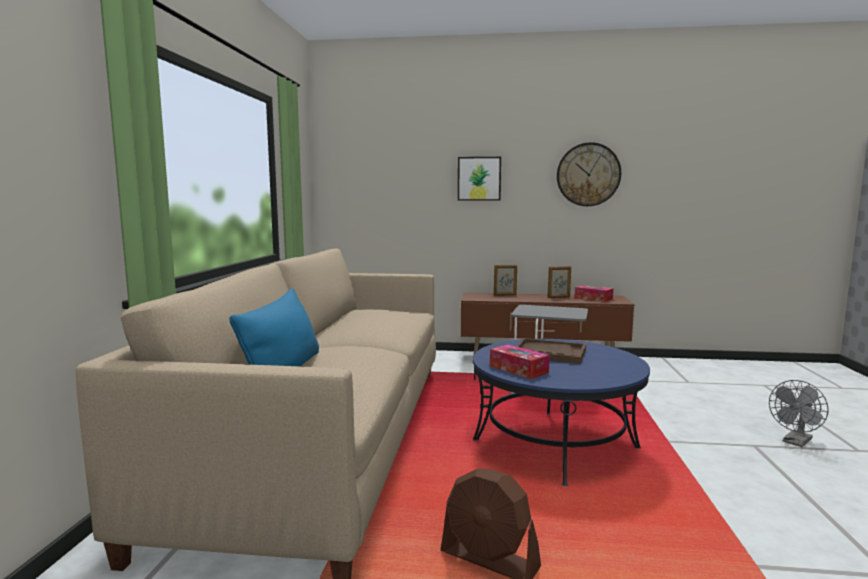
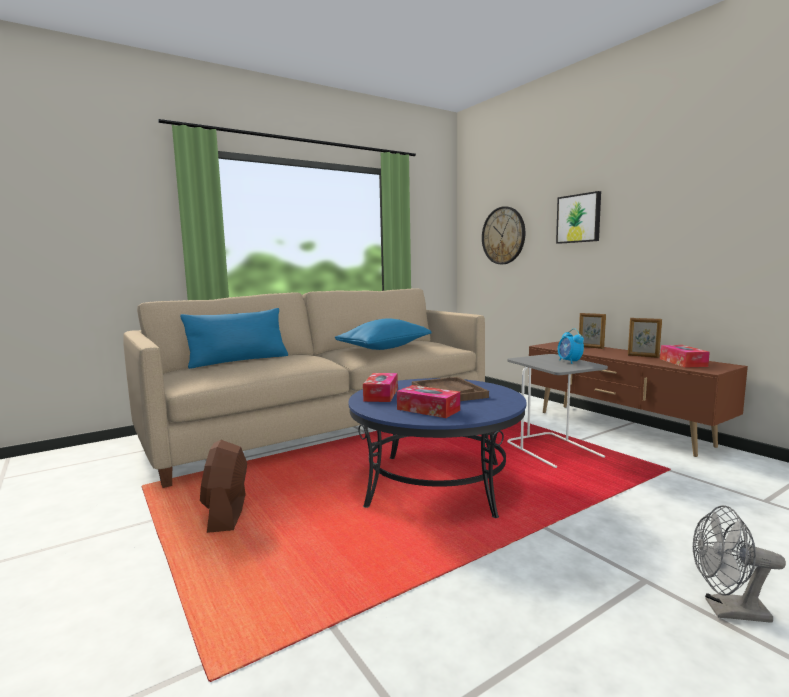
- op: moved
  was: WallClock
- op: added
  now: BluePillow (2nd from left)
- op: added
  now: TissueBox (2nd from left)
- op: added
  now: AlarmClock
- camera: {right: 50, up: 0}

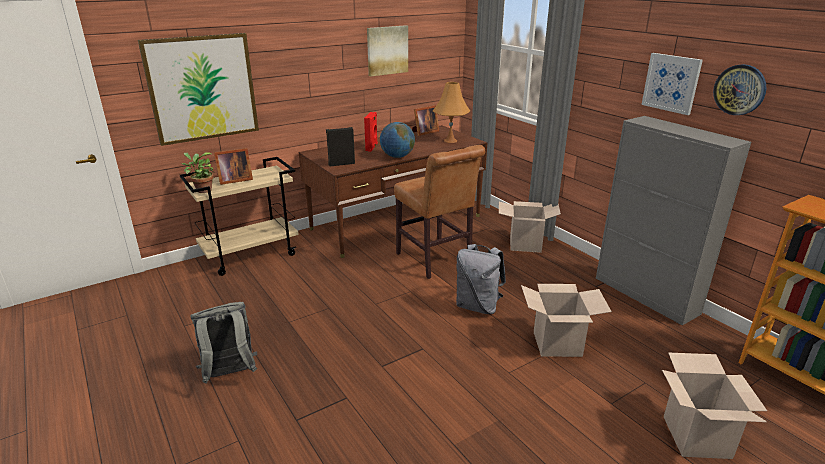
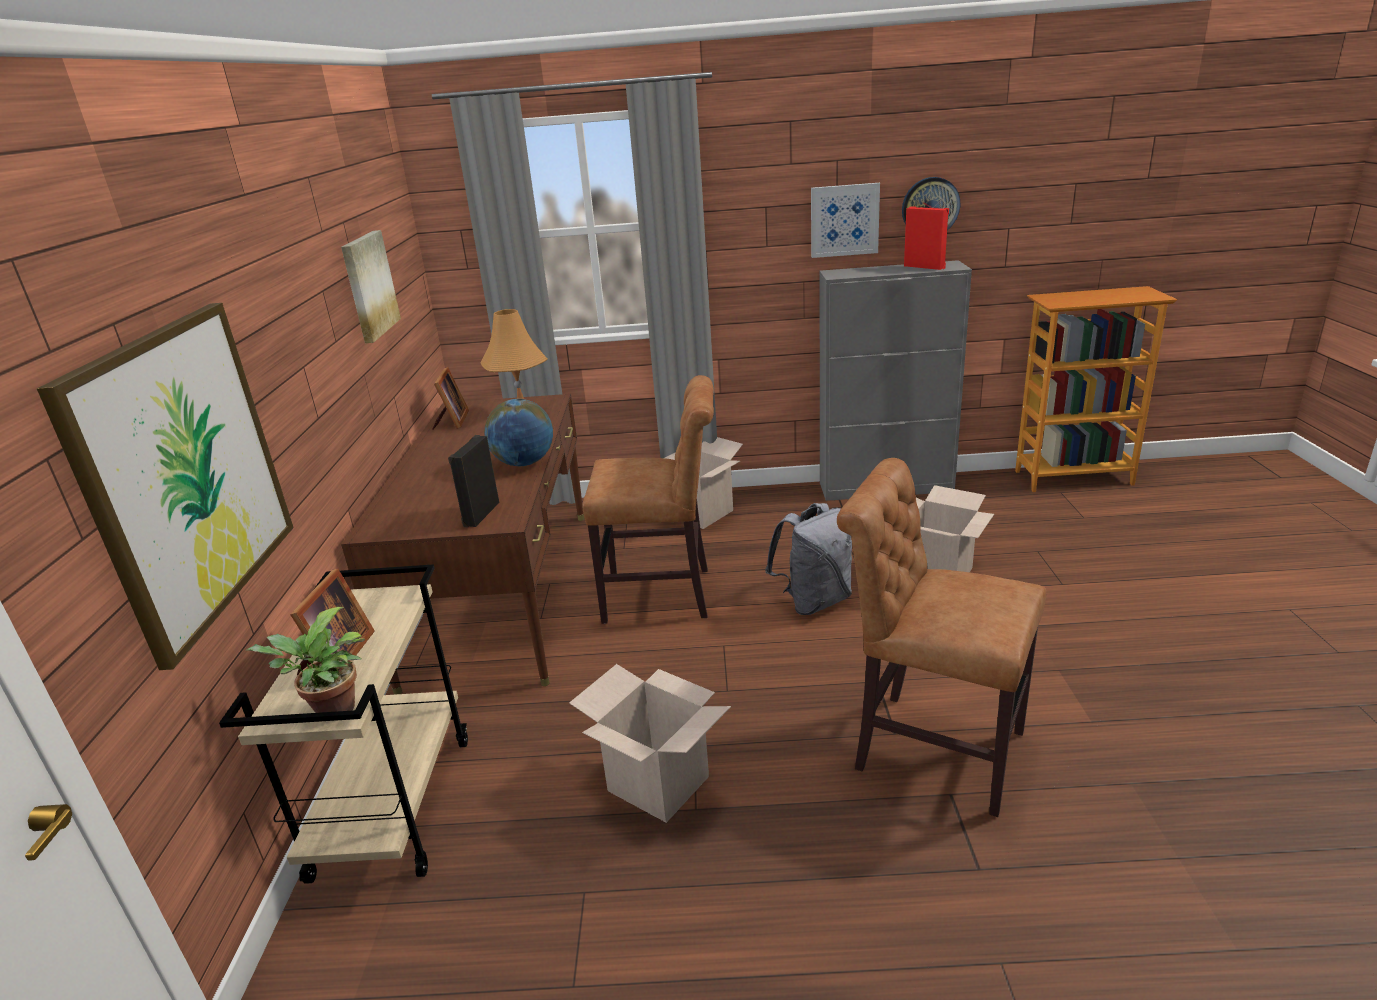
- op: removed
  was: GreyBackpack (1st from left)
- op: moved
  was: RedSpeaker
- op: moved
  was: CardboardBox (3rd from left in the first image)
  now: CardboardBox (1st from left)
- op: added
  now: BrownChair (2nd from left)
- camera: {right: -55, up: 0}

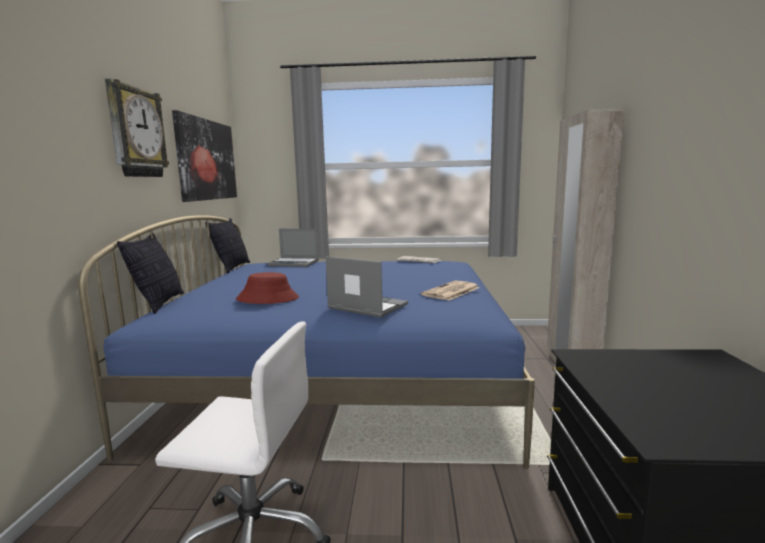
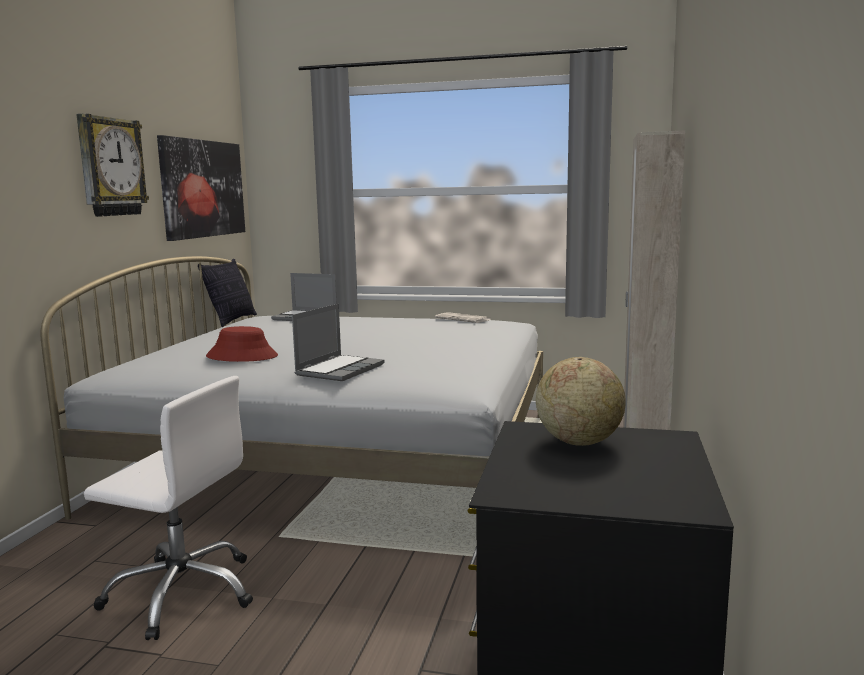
- op: recoloured
  was: BlueBed
  now: WhiteBed
- op: removed
  was: Pillow (1st from left)
- op: turned
  was: Laptop (2nd from left)
  clockwise: 75
- op: removed
  was: Newspaper (2nd from left)
- op: added
  now: Globe
- camera: {right: 10, up: 0}

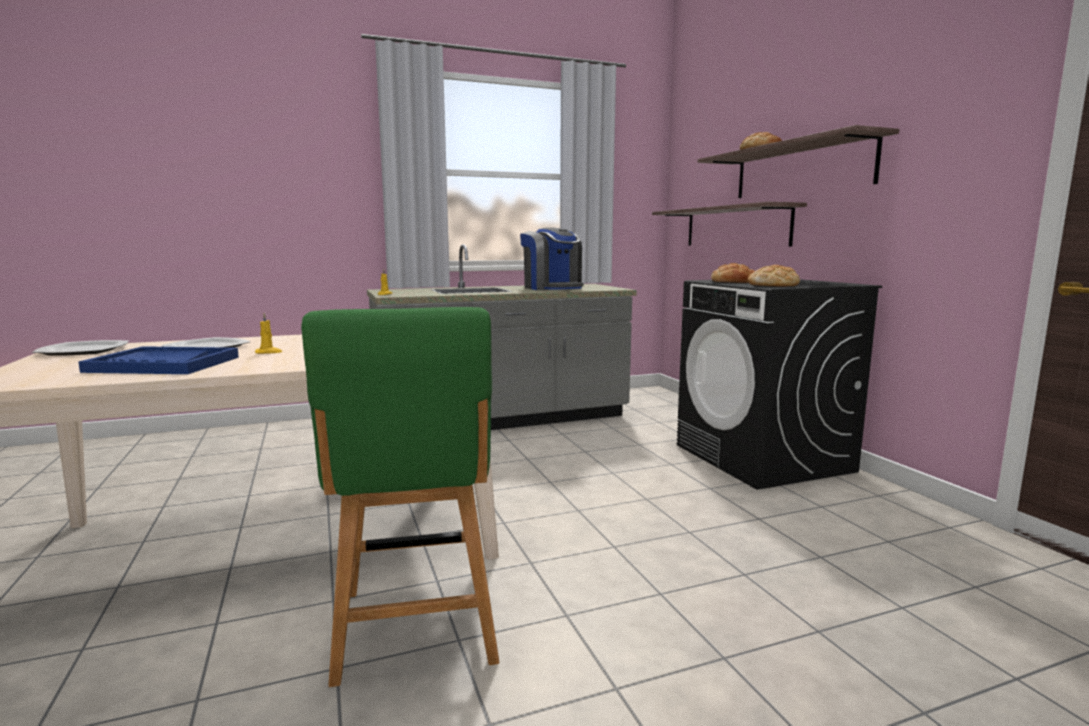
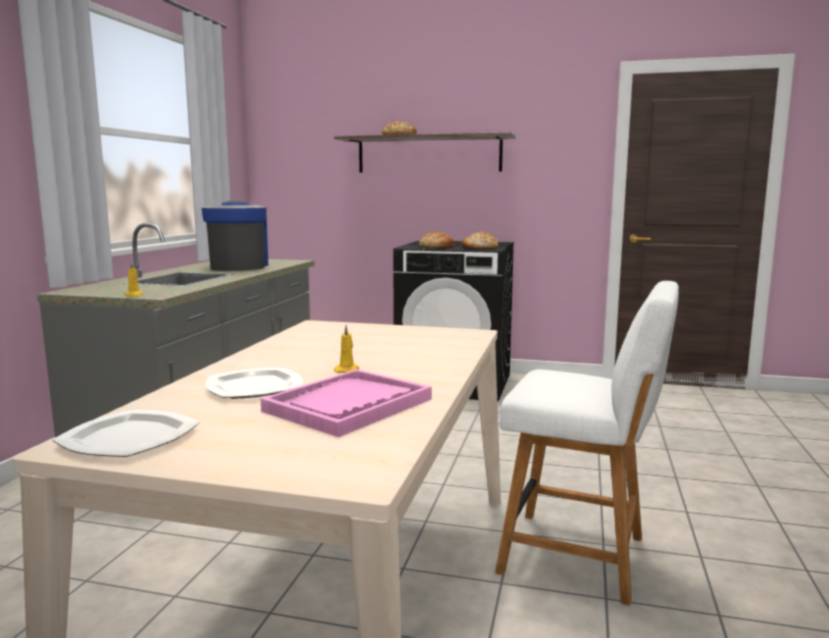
- op: recoloured
  was: BlueTray
  now: PinkTray
- op: recoloured
  was: GreenChair
  now: WhiteChair
- op: turned
  was: CoffeeMachine
  clockwise: -105
- op: removed
  was: Shelf (1st from left)
- camera: {right: -55, up: 0}

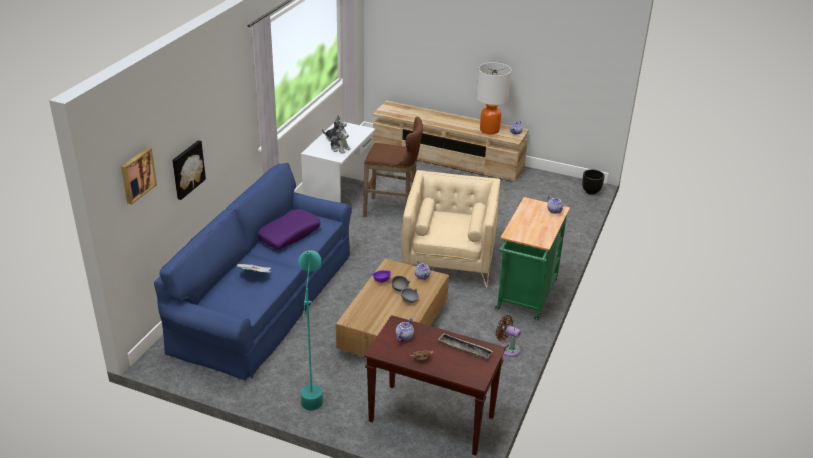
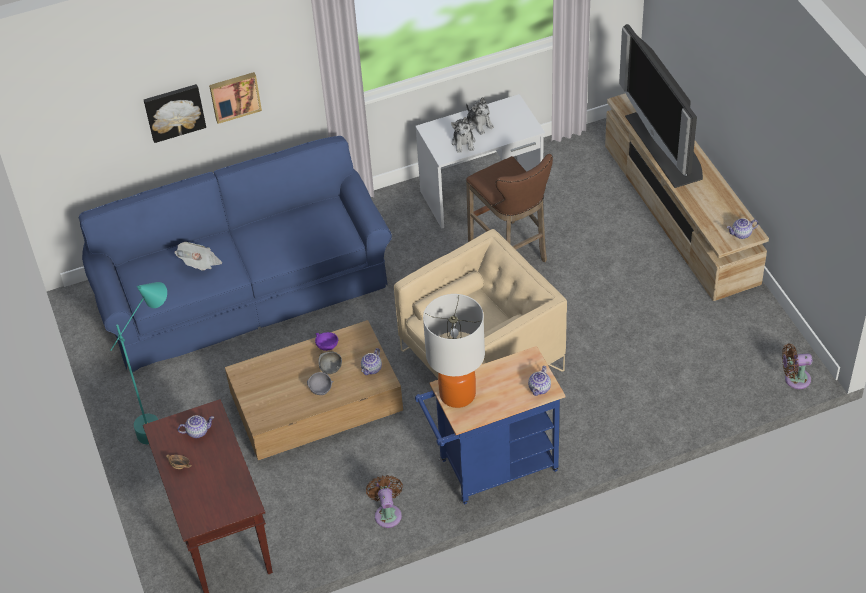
- op: moved
  was: Picture (1st from left in the first image)
  now: Picture (2nd from left)
- op: removed
  was: PurplePillow
- op: removed
  was: Tray
- op: moved
  was: TableLamp
- op: recoloured
  was: GreenCart
  now: BlueCart
- op: replaced
  was: BlackPlanter
  now: BrownFan (2nd from left)
- op: added
  now: Television
- camera: {right: 50, up: 15}

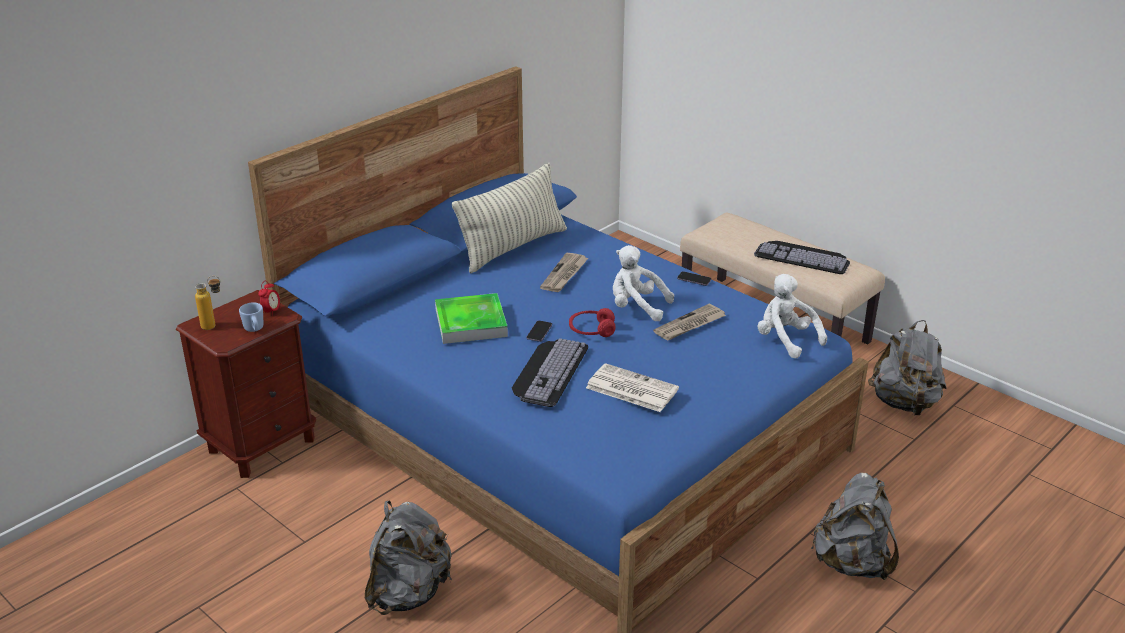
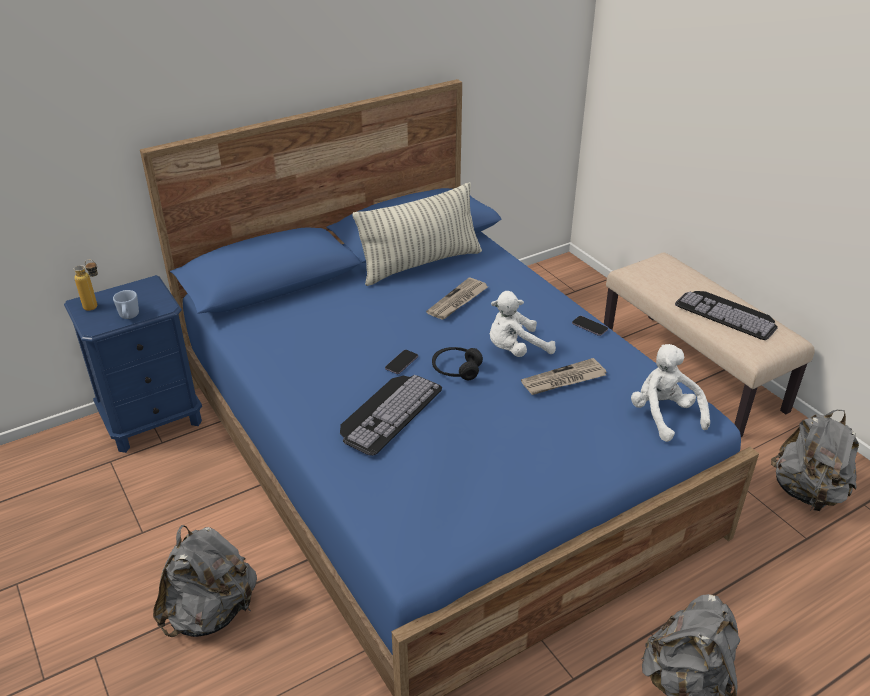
- op: recoloured
  was: BrownNightstand
  now: BlueNightstand
- op: removed
  was: AlarmClock
- op: removed
  was: Tray
- op: recoloured
  was: RedHeadphones
  now: BlackHeadphones
- op: removed
  was: Newspaper (2nd from left)
- op: turned
  was: WhitePlushToy (1st from left)
  clockwise: -60
- camera: {right: 15, up: 5}

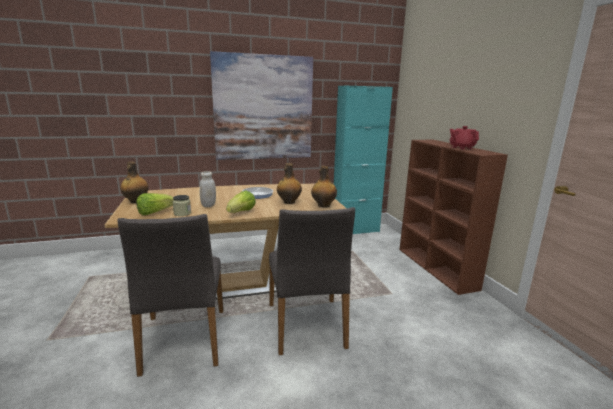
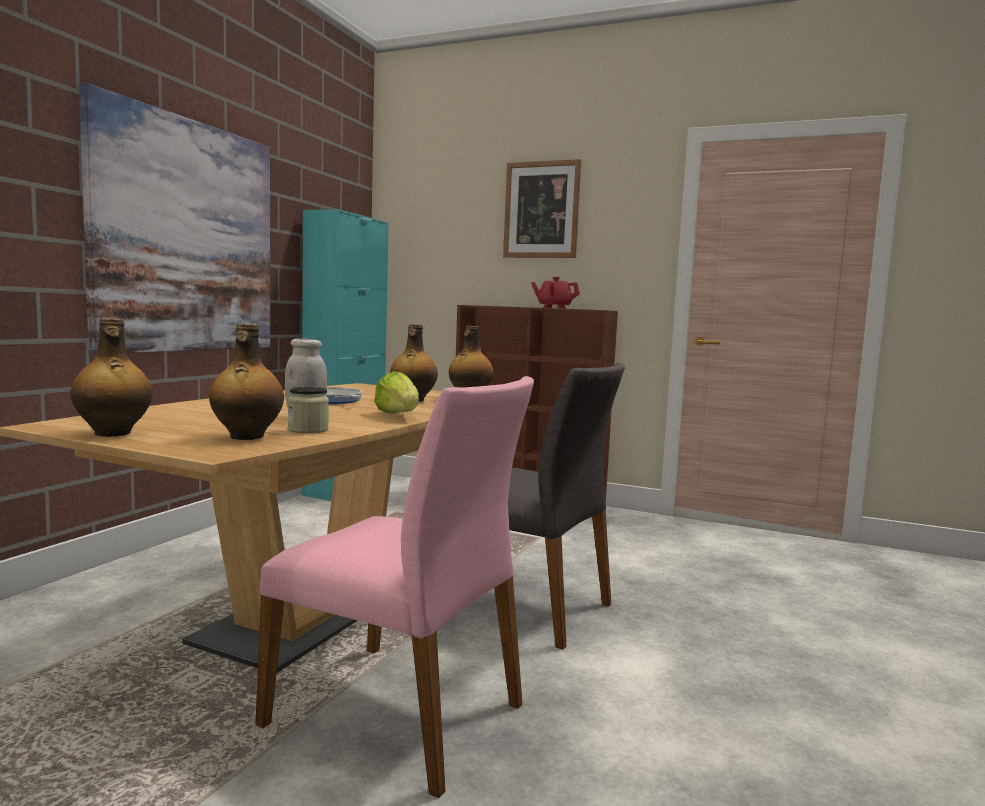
- op: recoloured
  was: GreyChair (1st from left)
  now: PinkChair
- op: replaced
  was: Lettuce (1st from left)
  now: Bottle (2nd from left)
- op: added
  now: Picture (2nd from left)
- camera: {right: -50, up: -10}

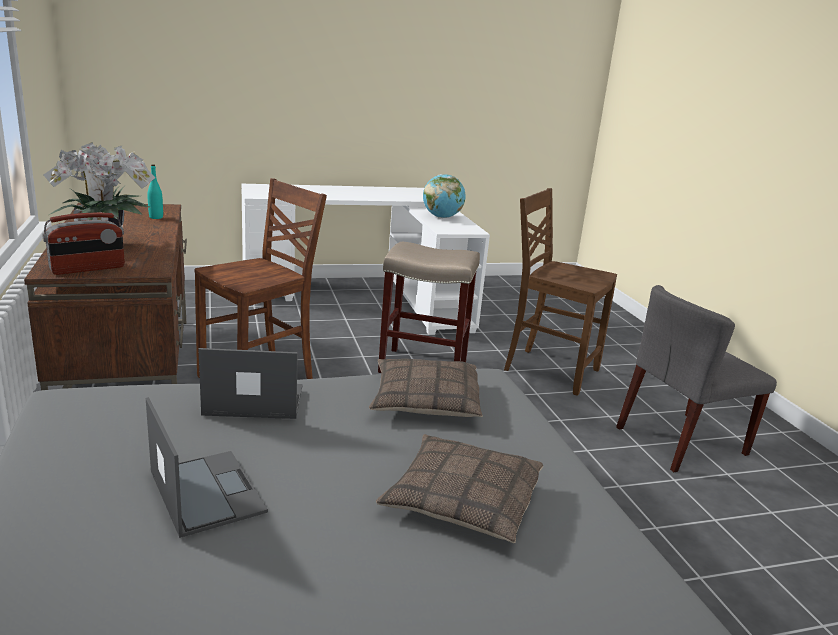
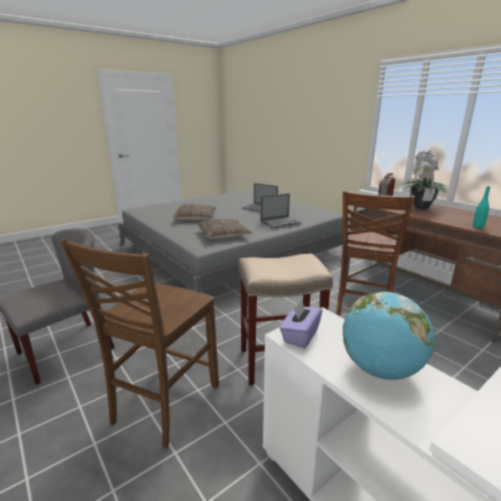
- op: turned
  was: BrownChair (2nd from left in the first image)
  clockwise: 105
- op: added
  now: PurpleTissueBox
- camera: {right: 160, up: 0}

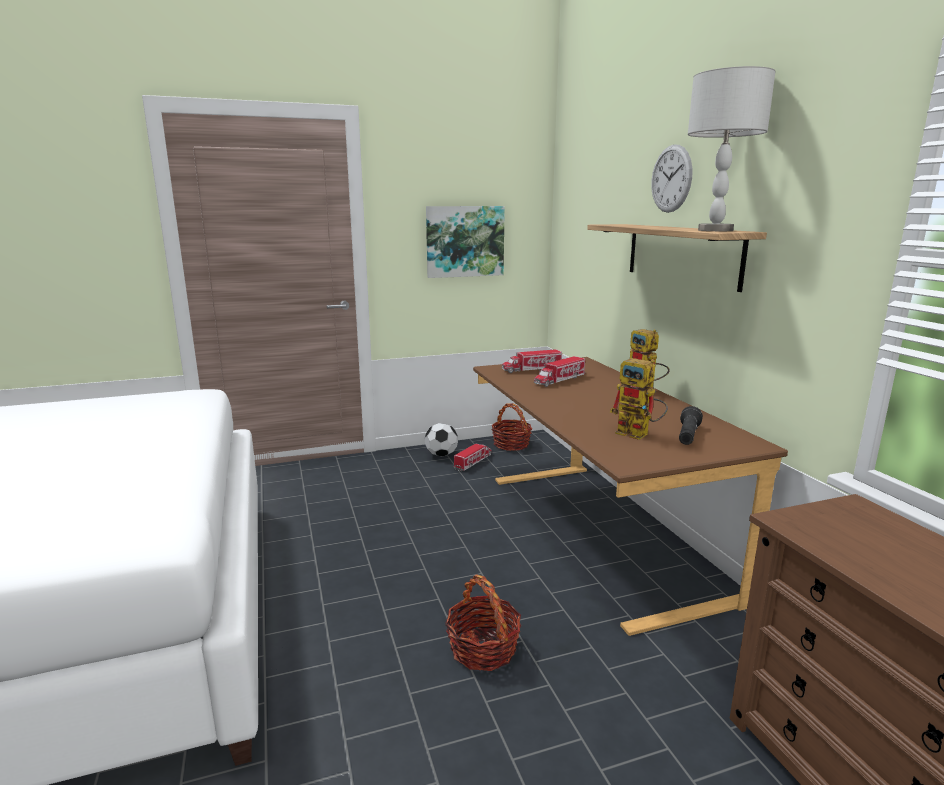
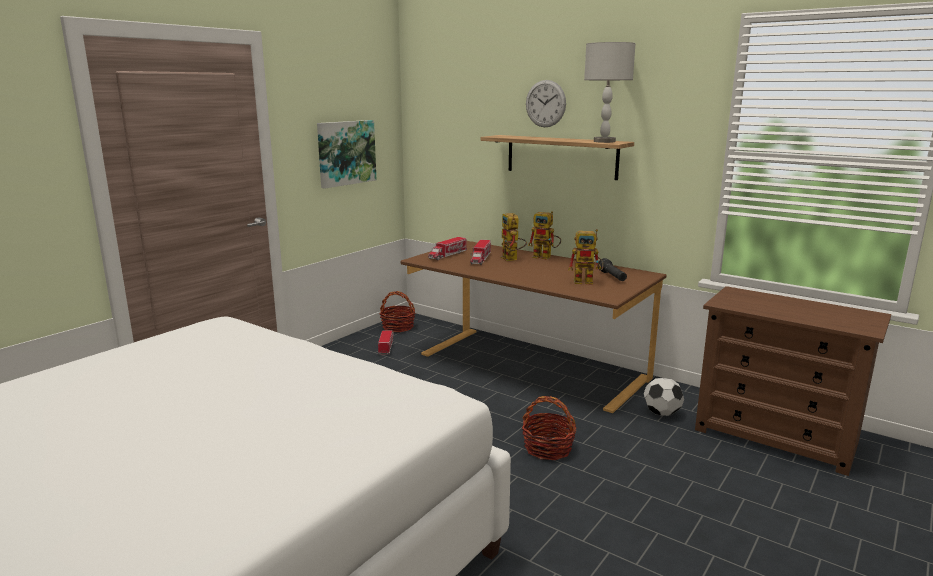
- op: moved
  was: Football
- op: added
  now: ToyRobot (1st from left)
- camera: {right: -35, up: 0}

